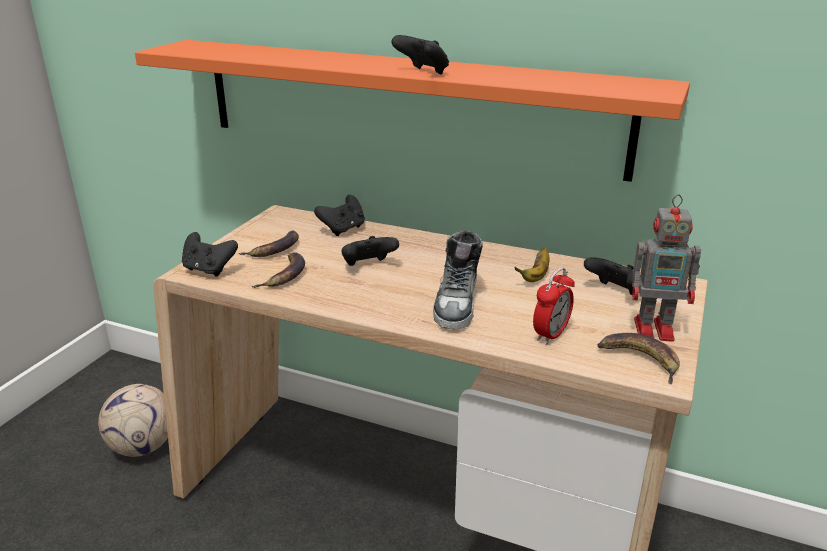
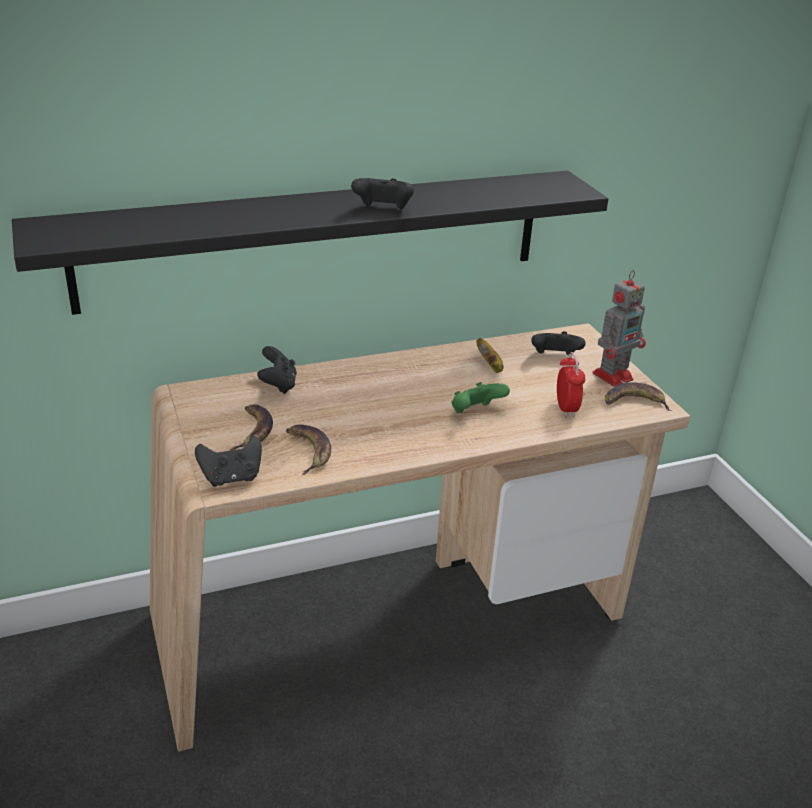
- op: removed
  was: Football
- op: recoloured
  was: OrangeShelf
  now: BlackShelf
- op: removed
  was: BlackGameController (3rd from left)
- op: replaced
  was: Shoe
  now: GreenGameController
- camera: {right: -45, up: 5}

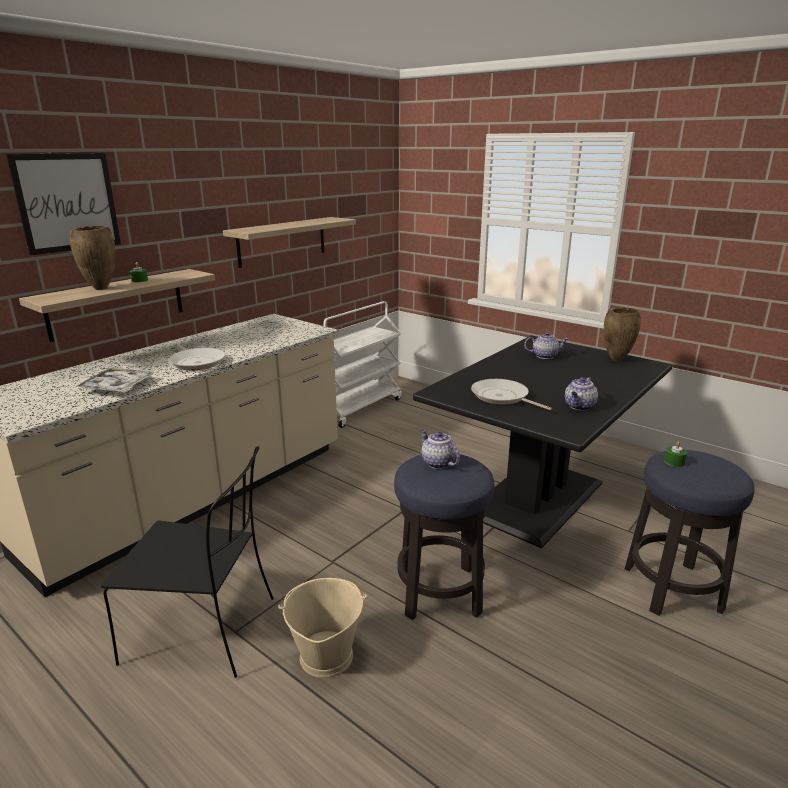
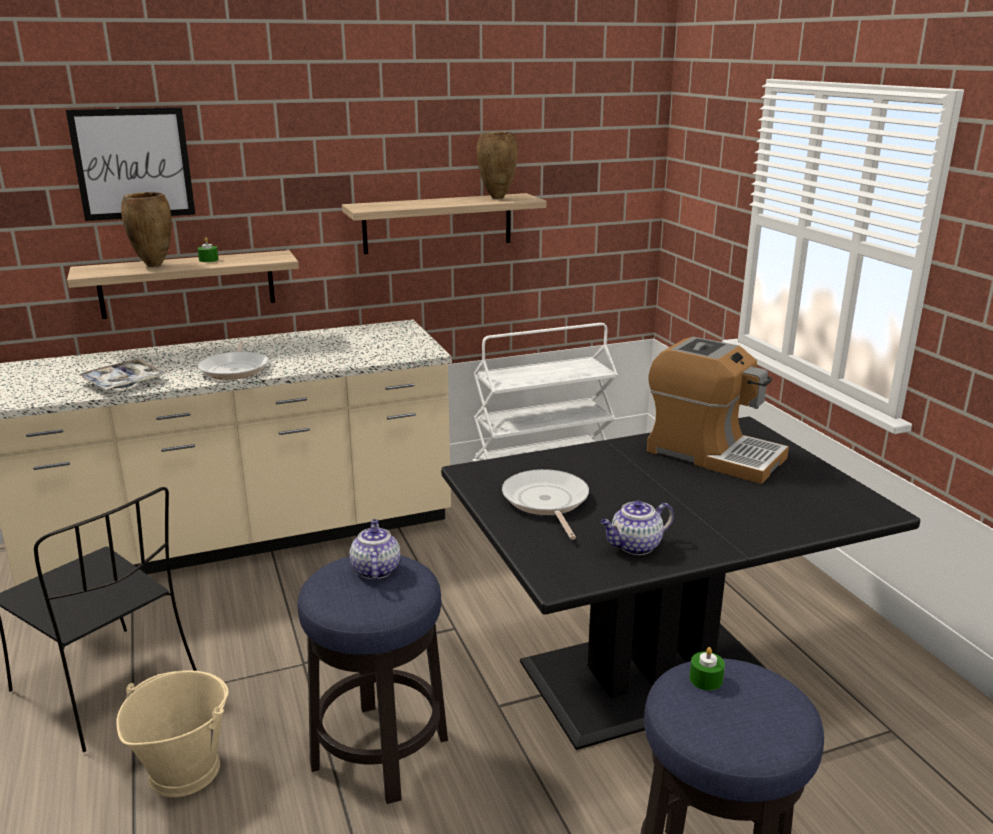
- op: replaced
  was: Teapot (2nd from left)
  now: CoffeeMachine
- op: moved
  was: BrownVase (2nd from left)
- camera: {right: 30, up: 0}

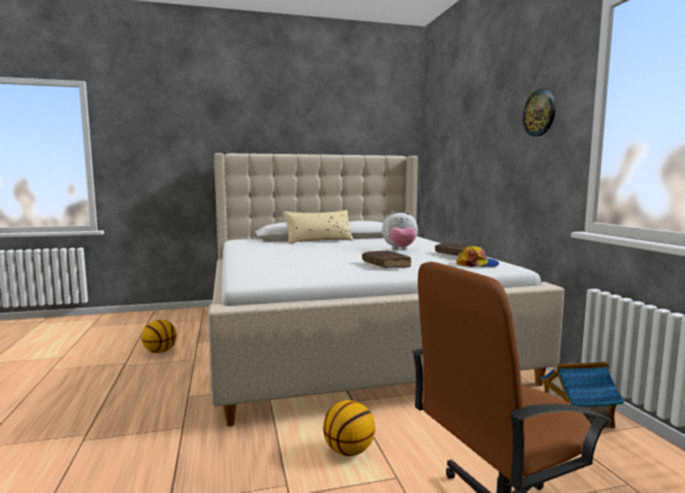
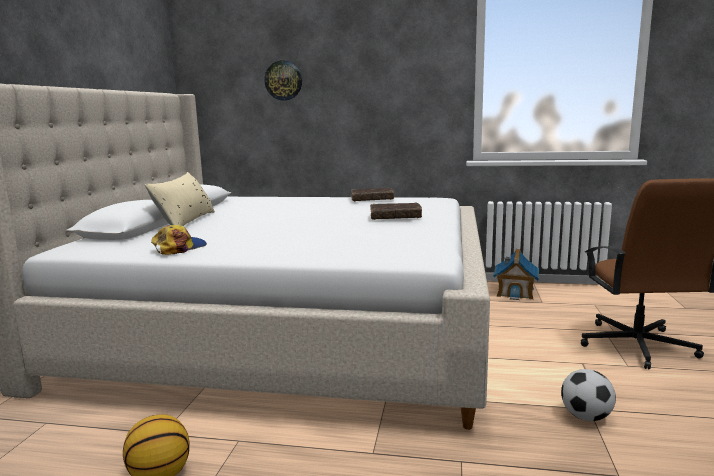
- op: removed
  was: Basketball (2nd from left)
- op: removed
  was: PlushToy
- op: moved
  was: Cap
- op: moved
  was: WallClock
- op: added
  now: Football
- camera: {right: -65, up: 5}

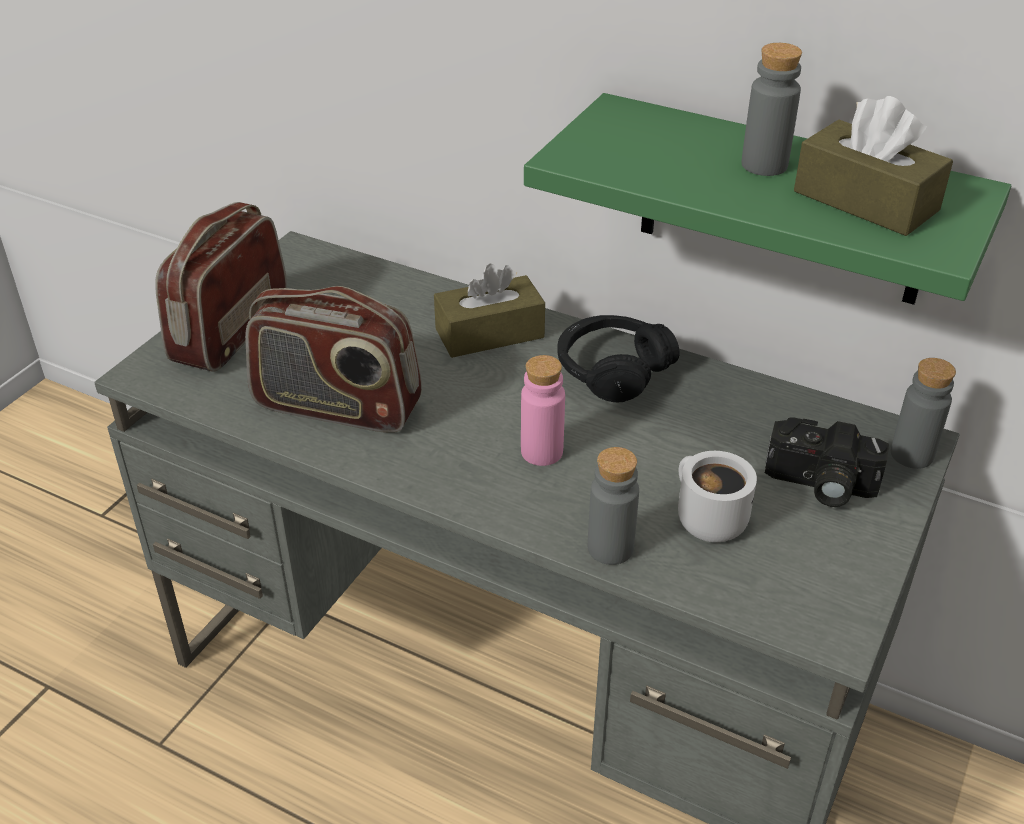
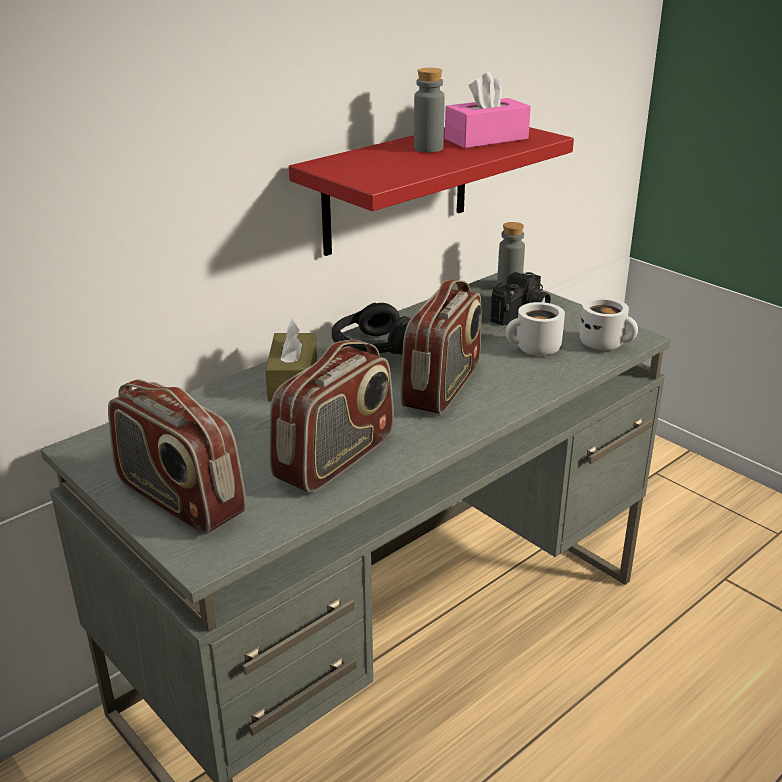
- op: replaced
  was: PinkBottle
  now: Radio (3rd from left)
- op: recoloured
  was: GreenShelf
  now: RedShelf
- op: removed
  was: GreyBottle (1st from left)
- op: recoloured
  was: BrownTissueBox (2nd from left)
  now: PinkTissueBox
- op: added
  now: WhiteMug (2nd from left)
- camera: {right: -70, up: -10}

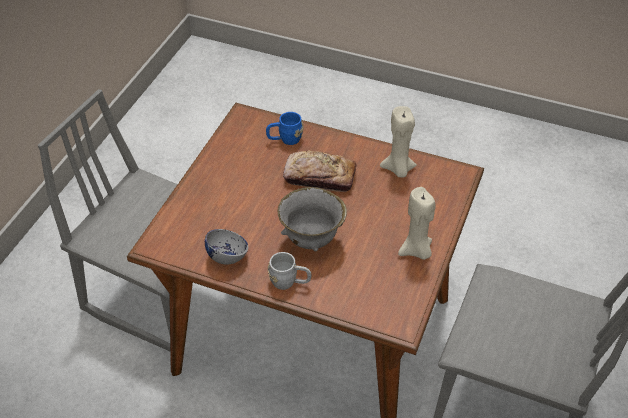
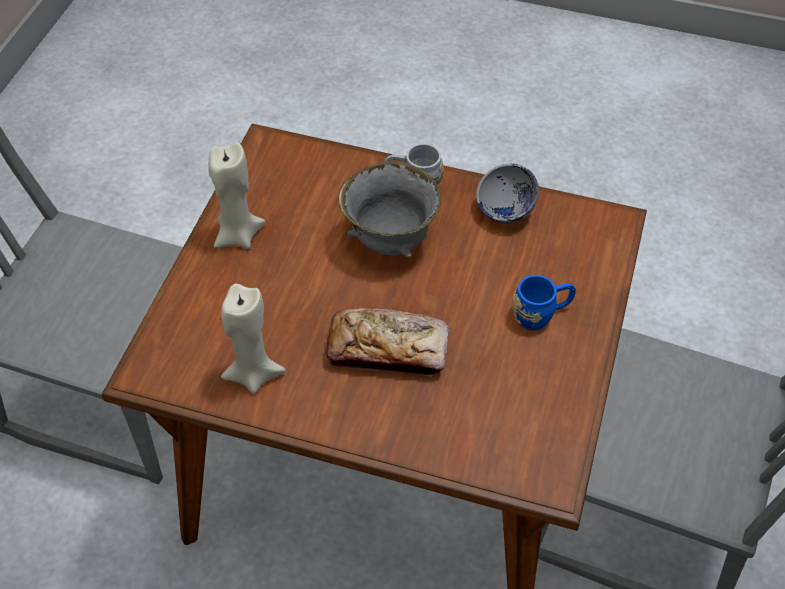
- op: moved
  was: BlueMug
- camera: {right: 175, up: 5}

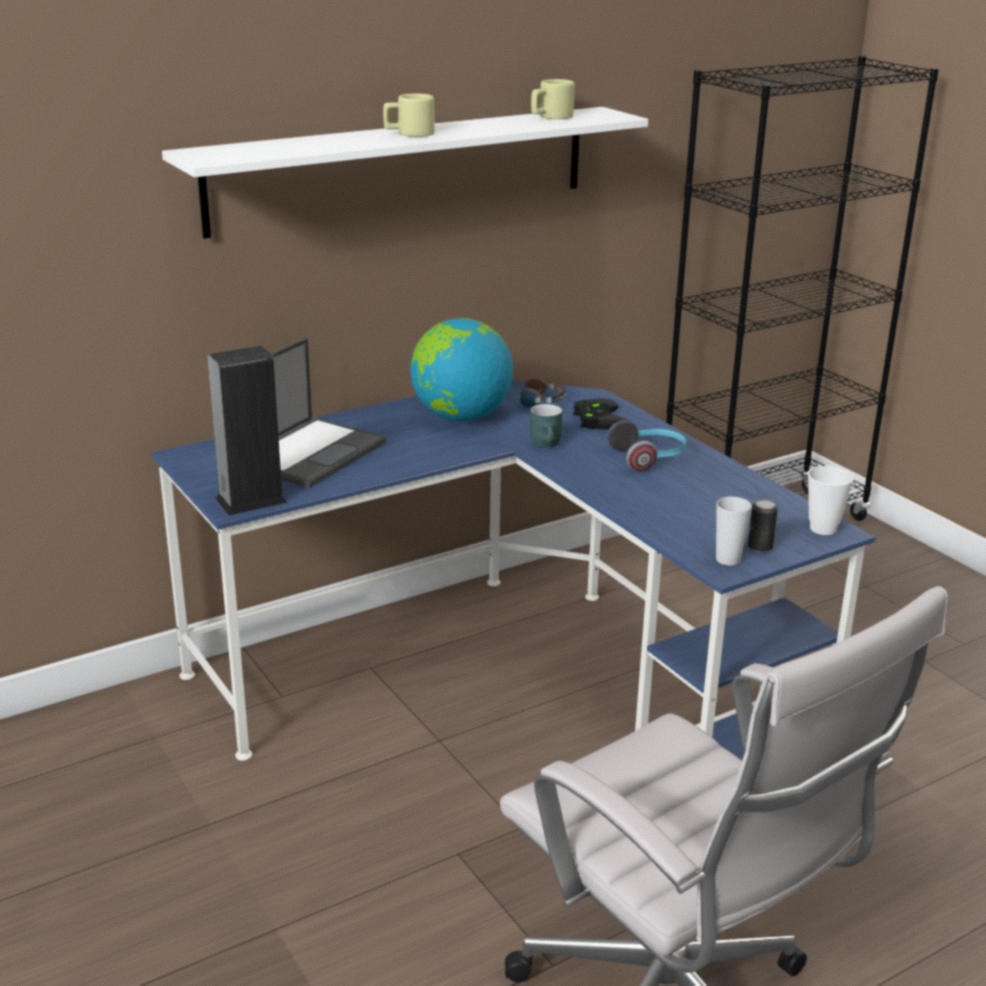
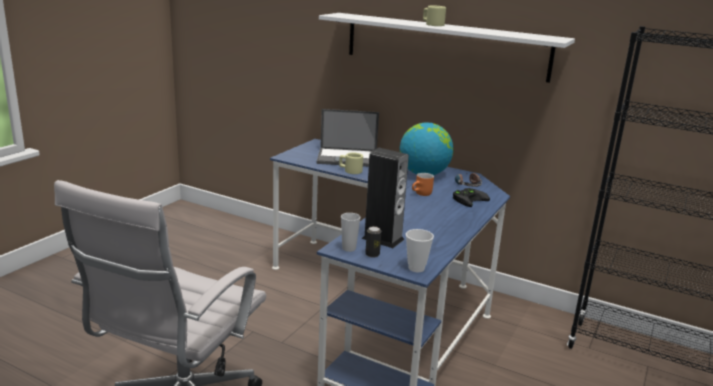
- op: moved
  was: Speaker
- op: recoloured
  was: TurquoiseMug
  now: OrangeMug
- op: moved
  was: BeigeMug (2nd from left in the first image)
  now: BeigeMug (1st from left)
- op: removed
  was: Headphones (2nd from left)
- camera: {right: 60, up: -5}

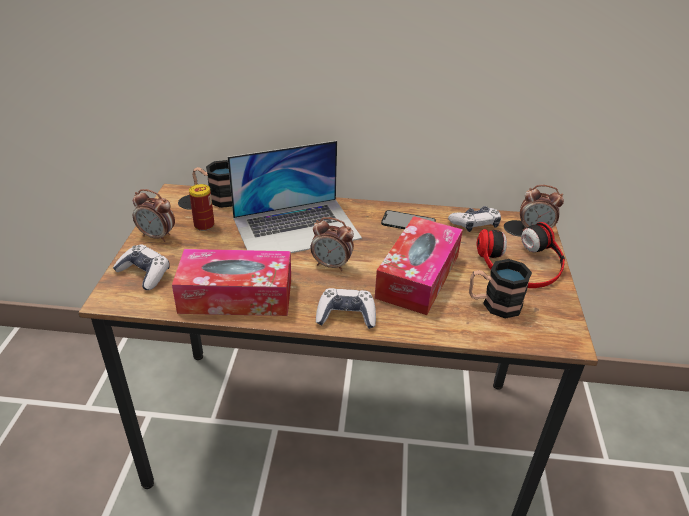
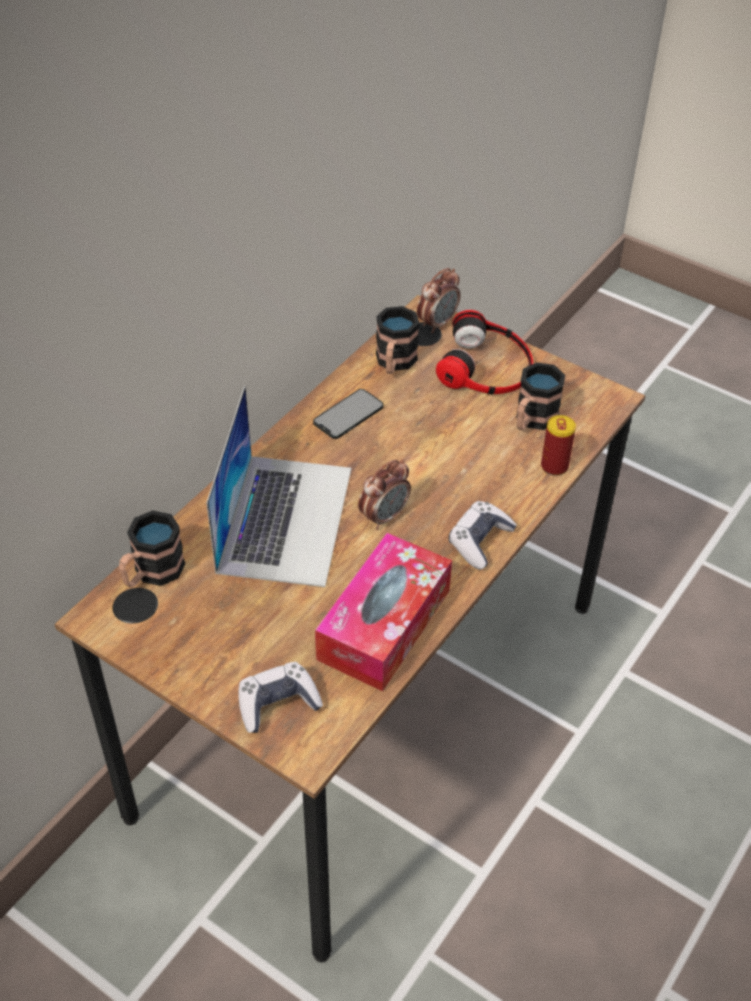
- op: removed
  was: AlarmClock (1st from left)
- op: moved
  was: Can
- op: removed
  was: TissueBox (2nd from left)
- op: replaced
  was: GameController (3rd from left)
  now: Mug (2nd from left)
- camera: {right: -60, up: 10}

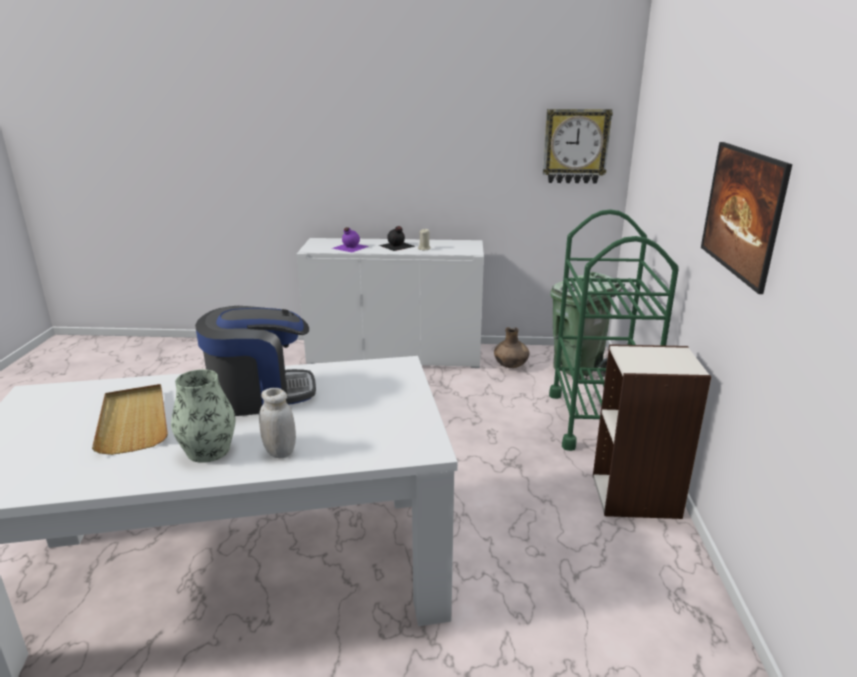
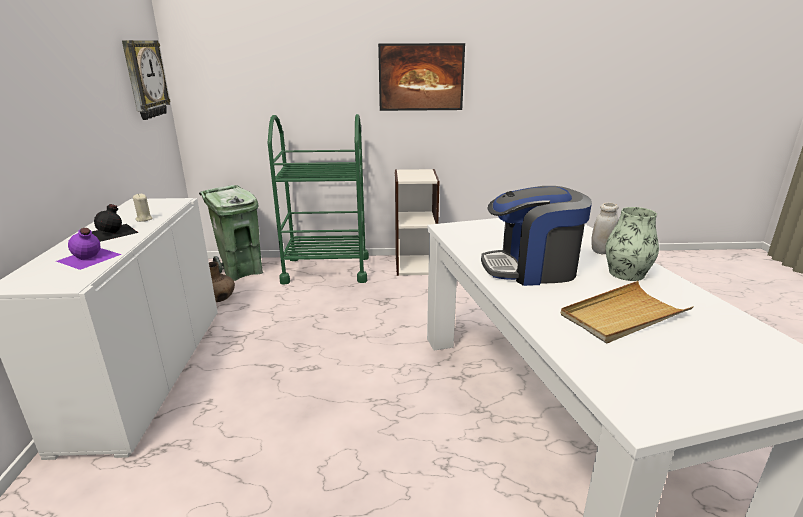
- op: turned
  was: CoffeeMachine
  clockwise: -75
- camera: {right: -95, up: 0}

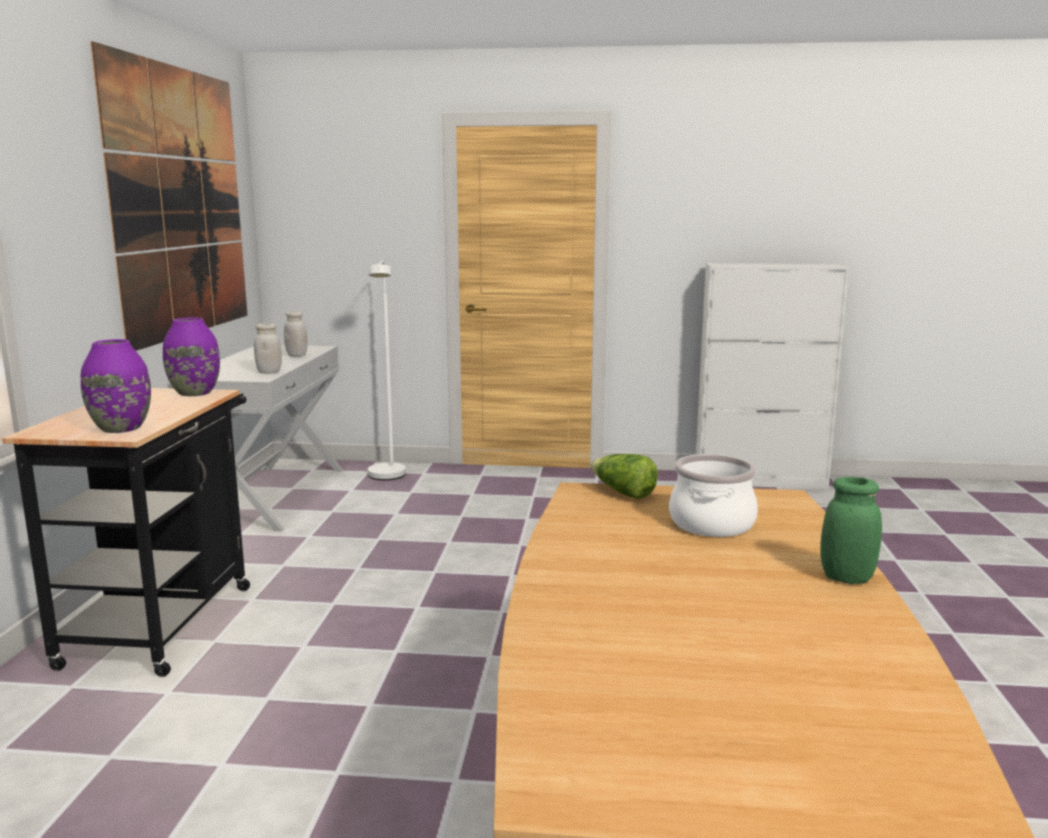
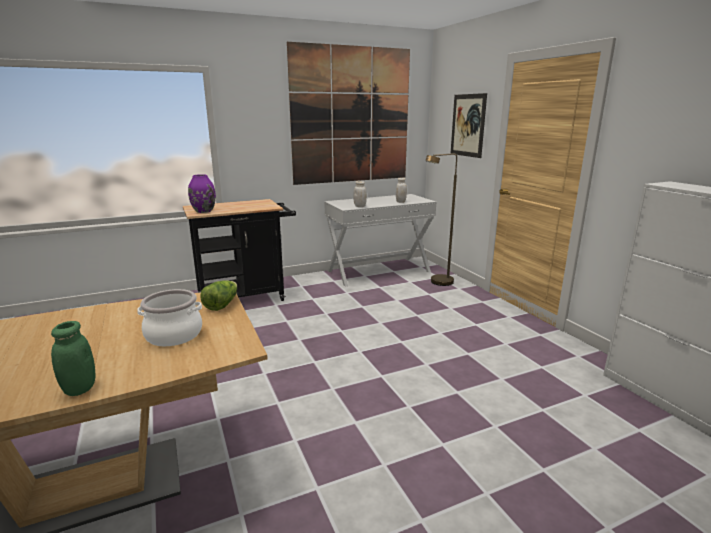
- op: removed
  was: PurpleVase (2nd from left)
- op: recoloured
  was: WhiteFloorLamp
  now: BrownFloorLamp
- op: added
  now: Picture (2nd from left)
- camera: {right: 60, up: 5}

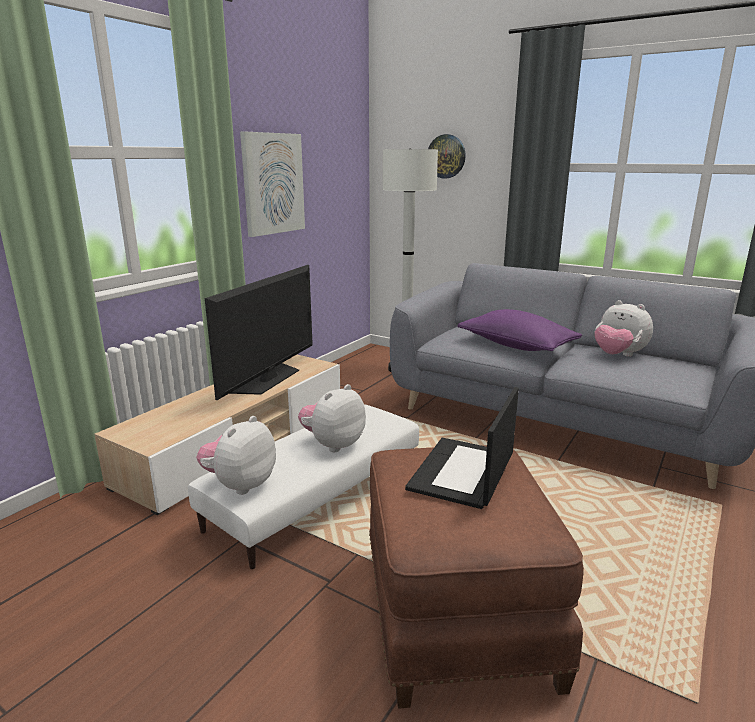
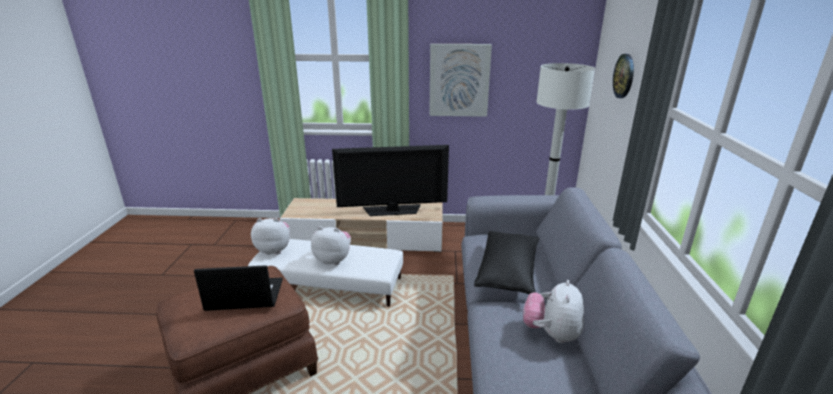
- op: recoloured
  was: PurplePillow
  now: BlackPillow
- camera: {right: 60, up: 5}

